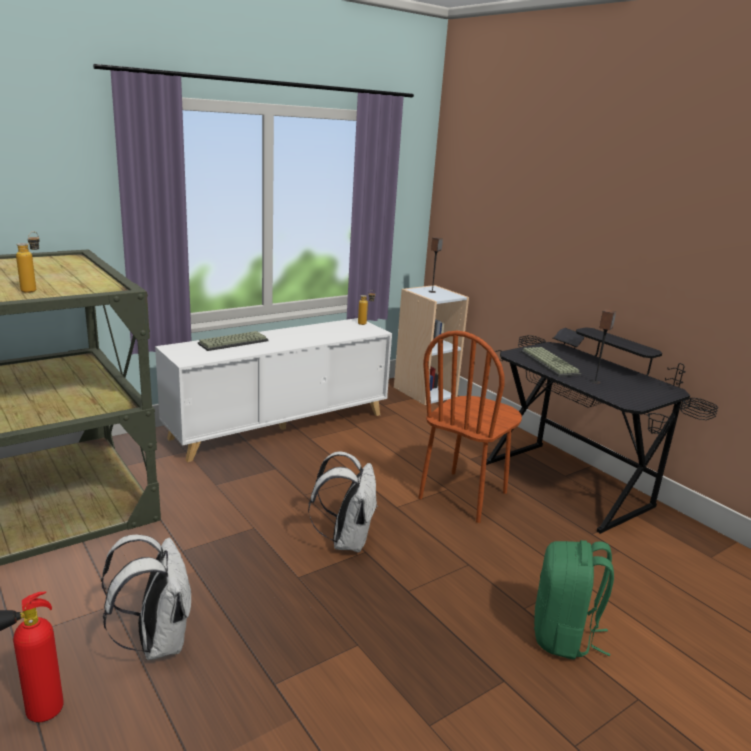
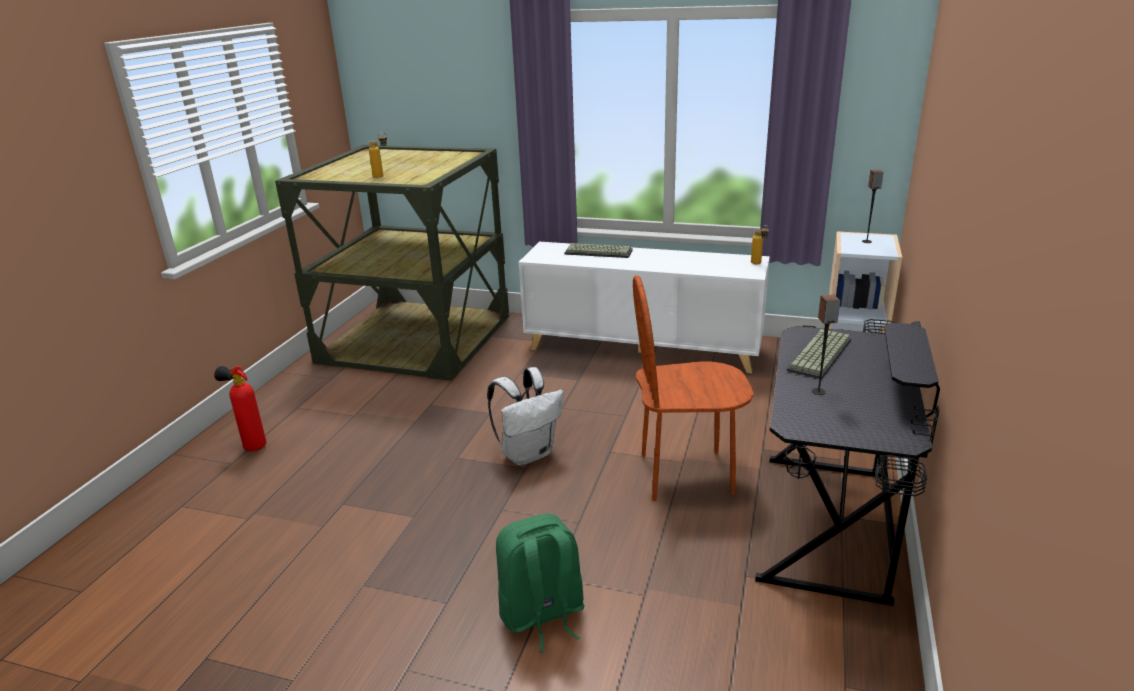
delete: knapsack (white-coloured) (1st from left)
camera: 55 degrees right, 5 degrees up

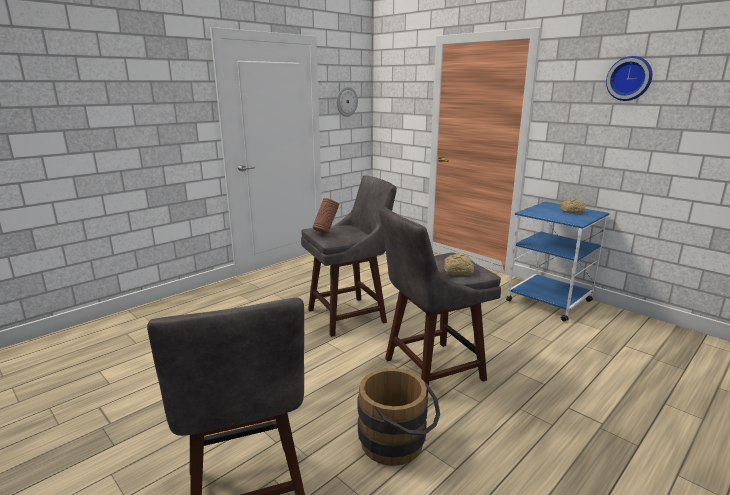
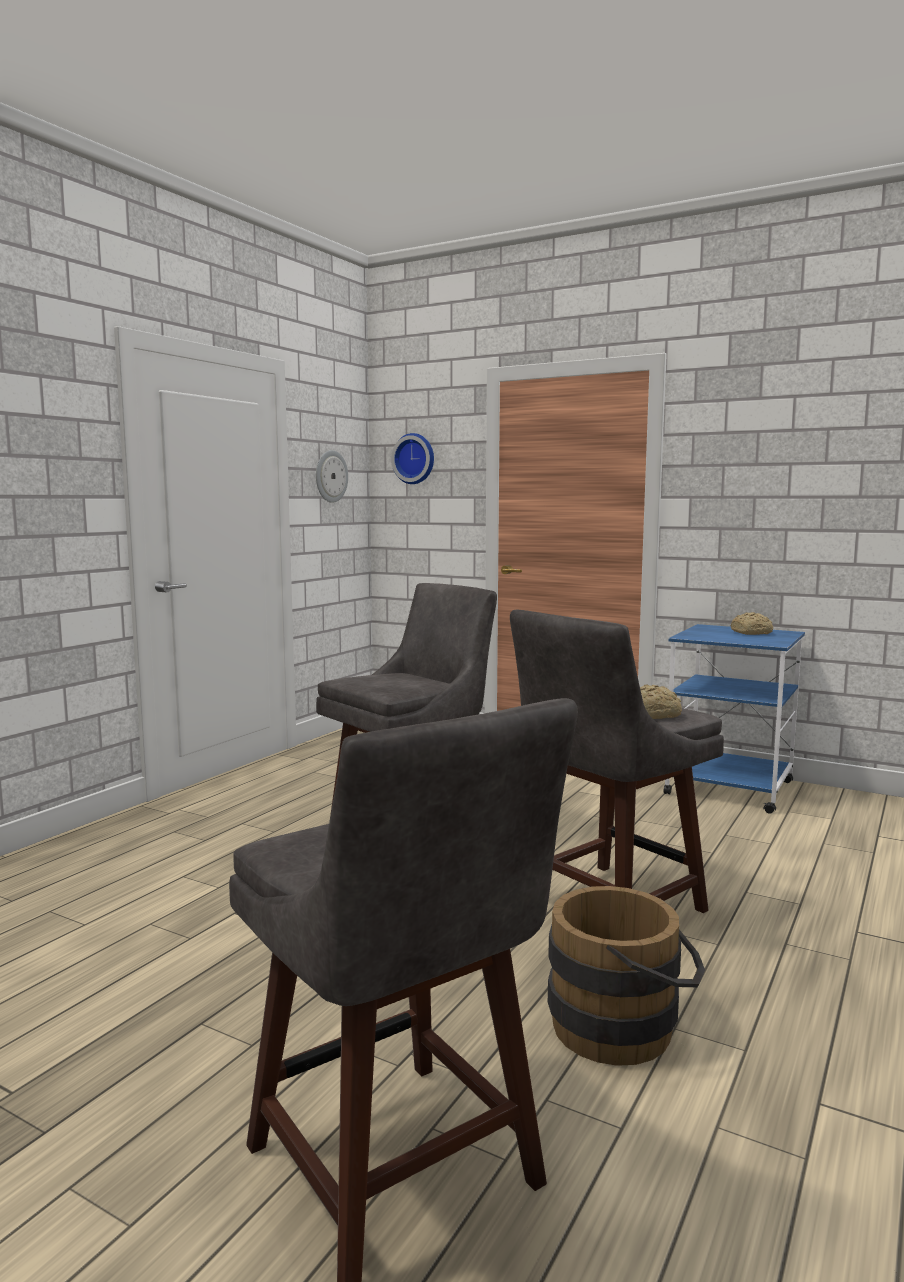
delete: flower vase (brown)
move: wall clock (2nd from left)
camera: 15 degrees left, 10 degrees down

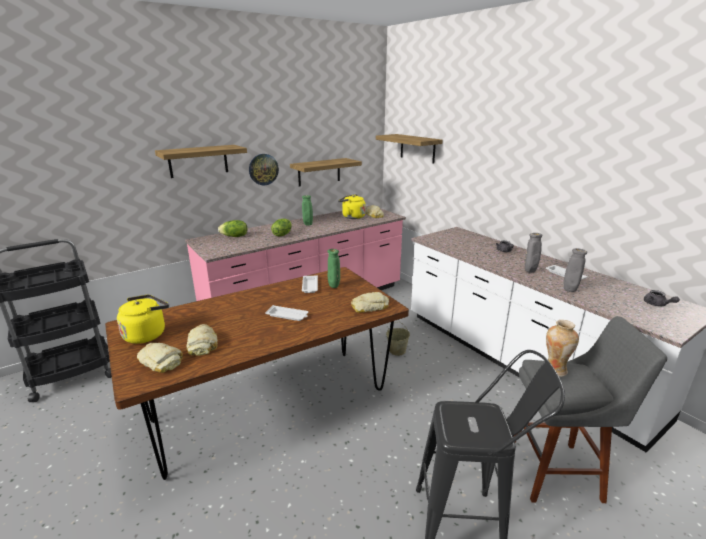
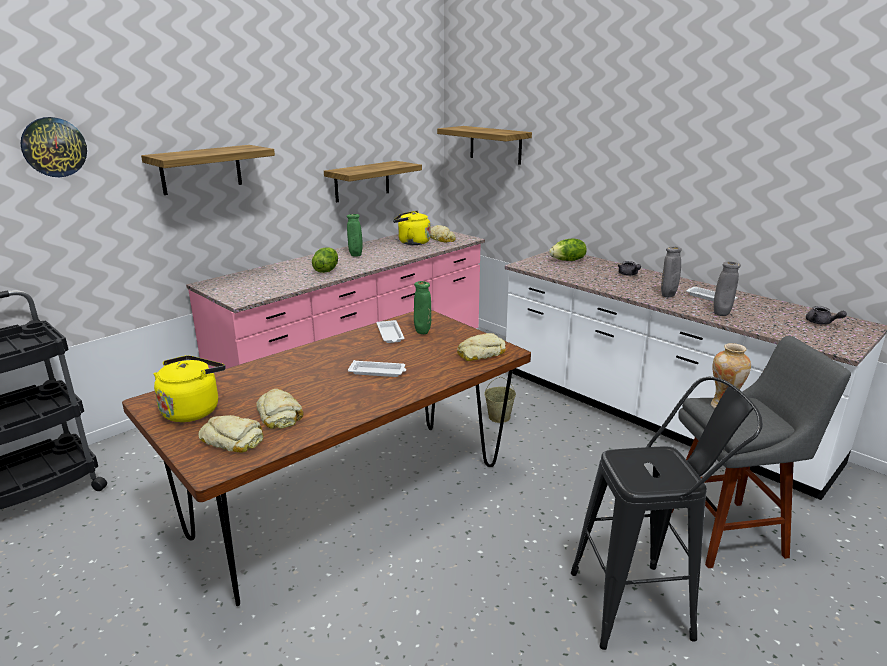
move: lettuce (1st from left in the first image) to lettuce (2nd from left); wall clock
camera: 10 degrees left, 0 degrees up

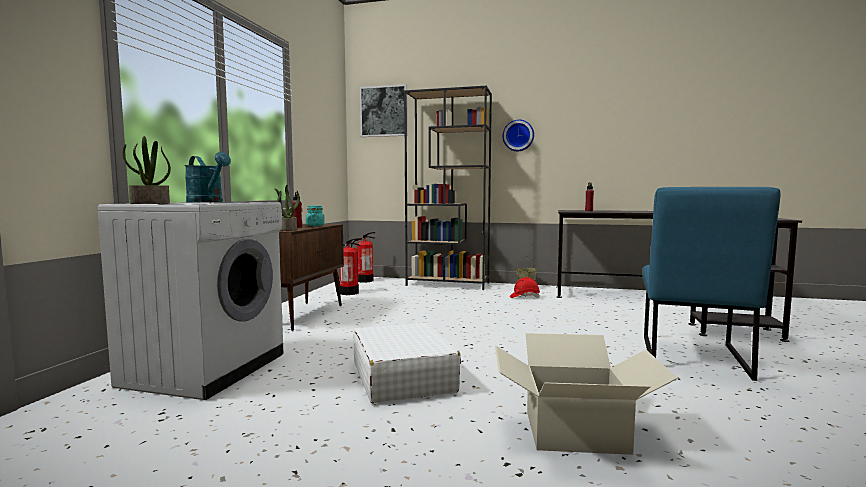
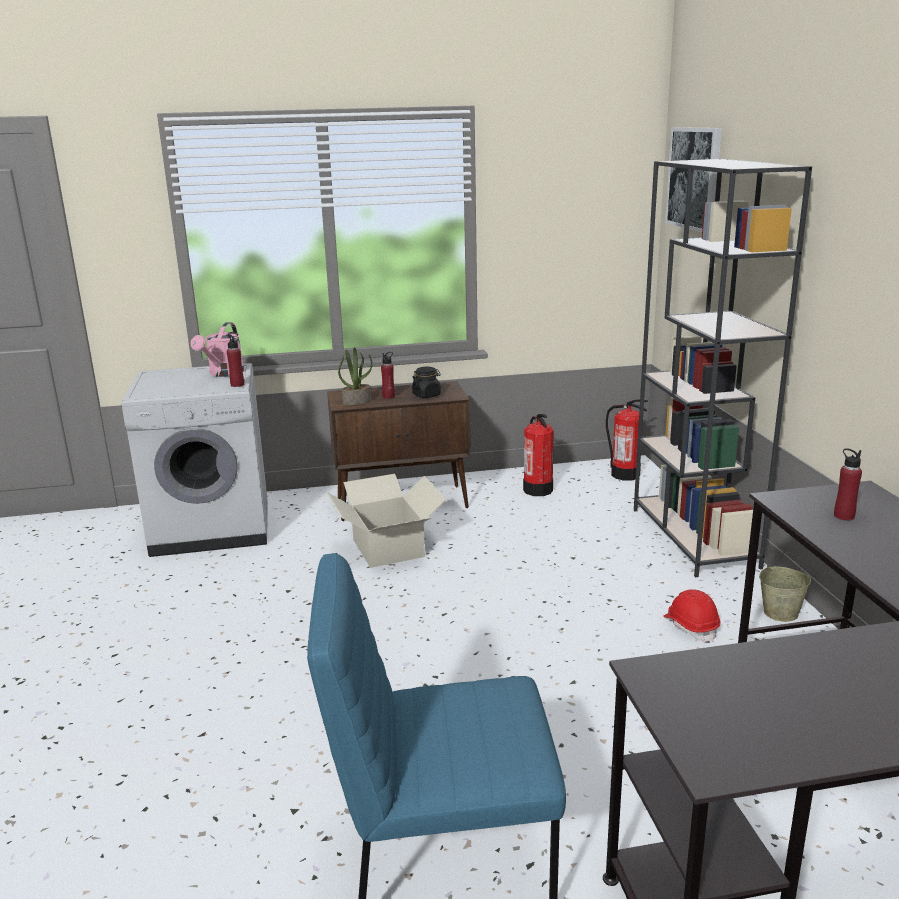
delete: plant in a pot (1st from left); travel case (white-coloured); wall clock
insert: bottle (red-coloured) (1st from left)
move: cardboard box
recolor: watering can (turquoise) to watering can (pinkish); storage jar (turquoise) to storage jar (blackish)
camera: 65 degrees right, 15 degrees up

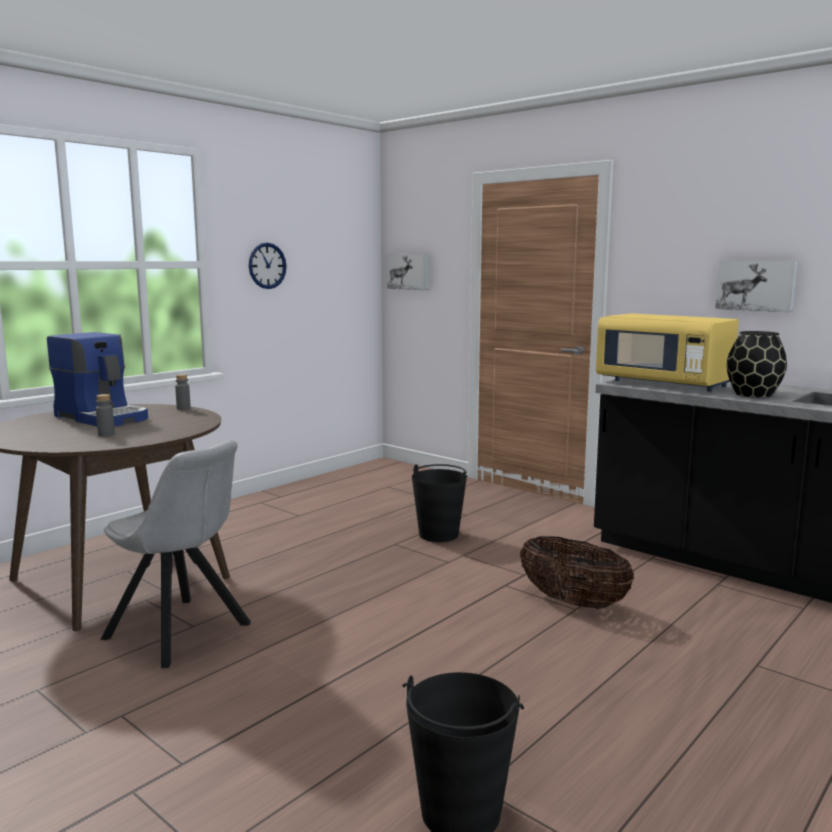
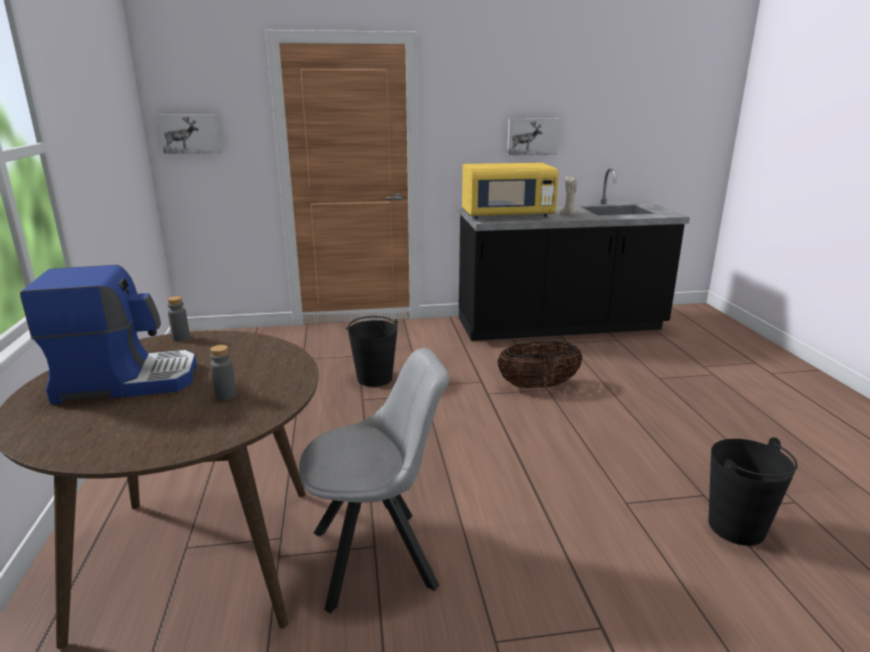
delete: wall clock
replace: flower vase (blackish) to wax light (sand-coloured)
camera: 50 degrees left, 10 degrees up

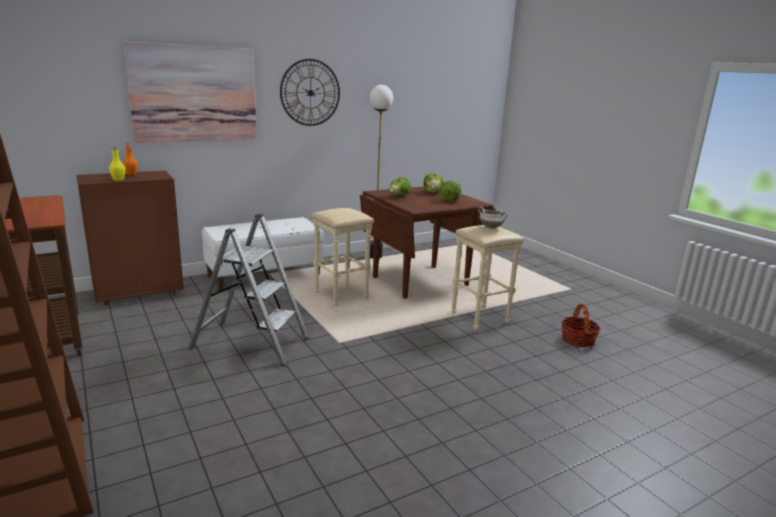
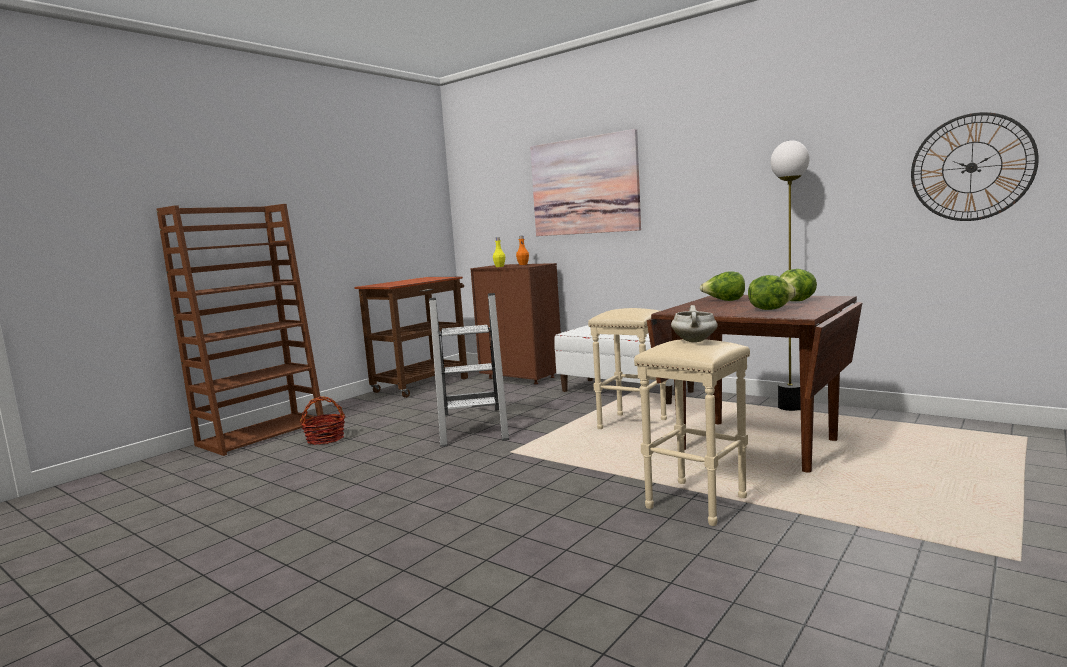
move: wall clock; basket
camera: 70 degrees right, 10 degrees down

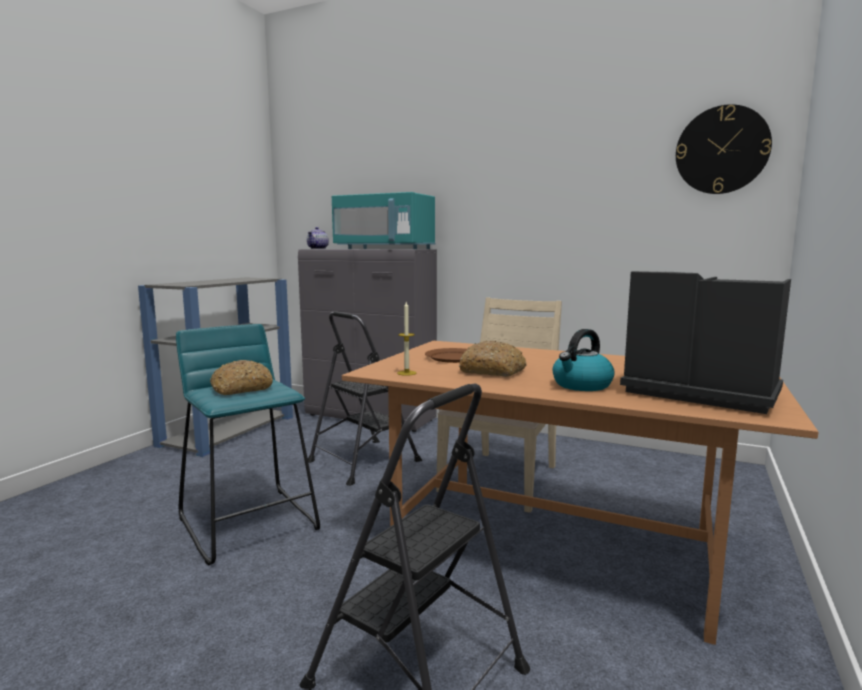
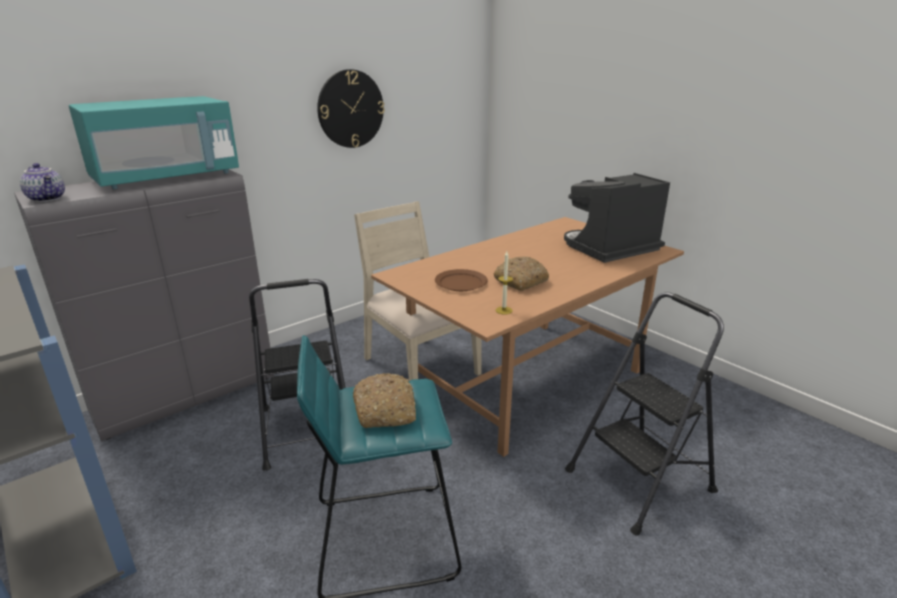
delete: kettle
move: wall clock
camera: 65 degrees left, 15 degrees up

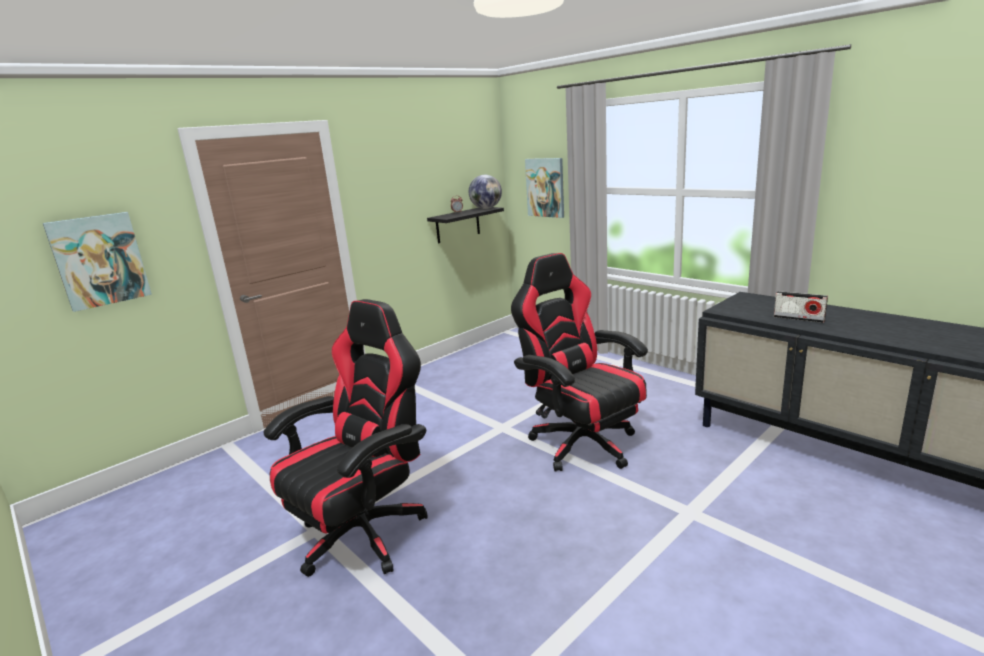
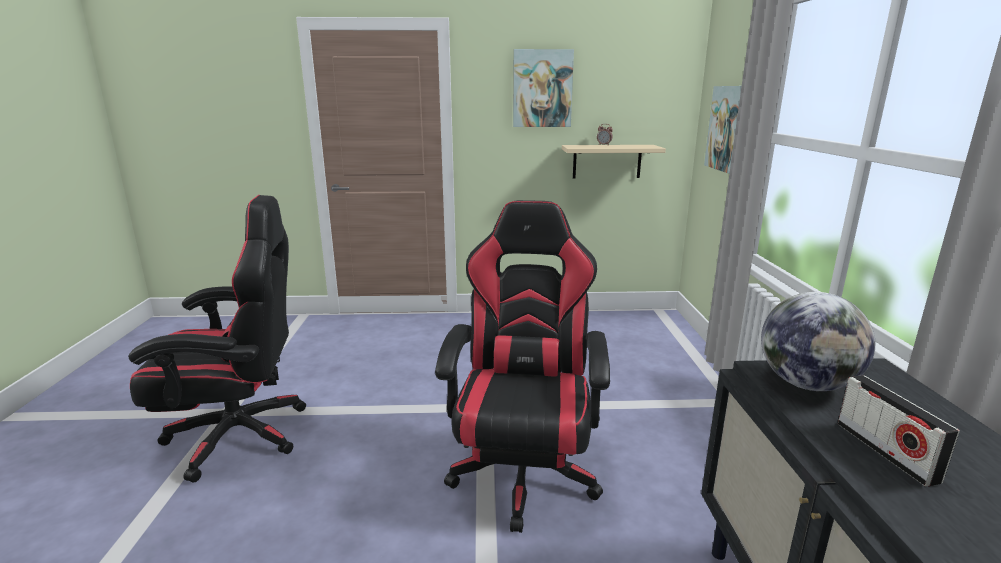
move: wall art (1st from left); world globe
recolor: wall shelf (blackish) to wall shelf (sand-coloured)
camera: 40 degrees right, 0 degrees up

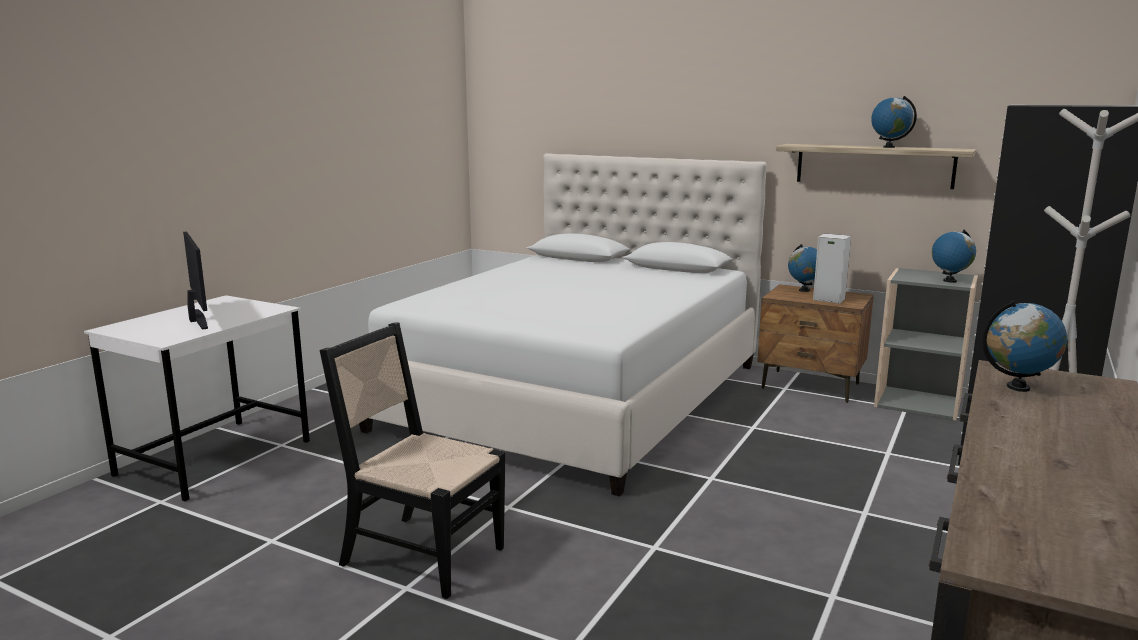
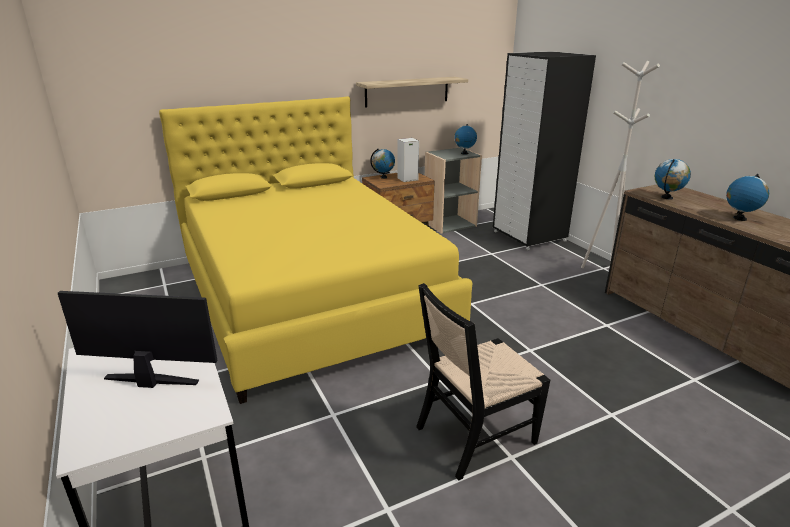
move: world globe (2nd from left in the first image) to world globe (4th from left)
recolor: bed (white-coloured) to bed (yellowish)
camera: 55 degrees left, 10 degrees up

